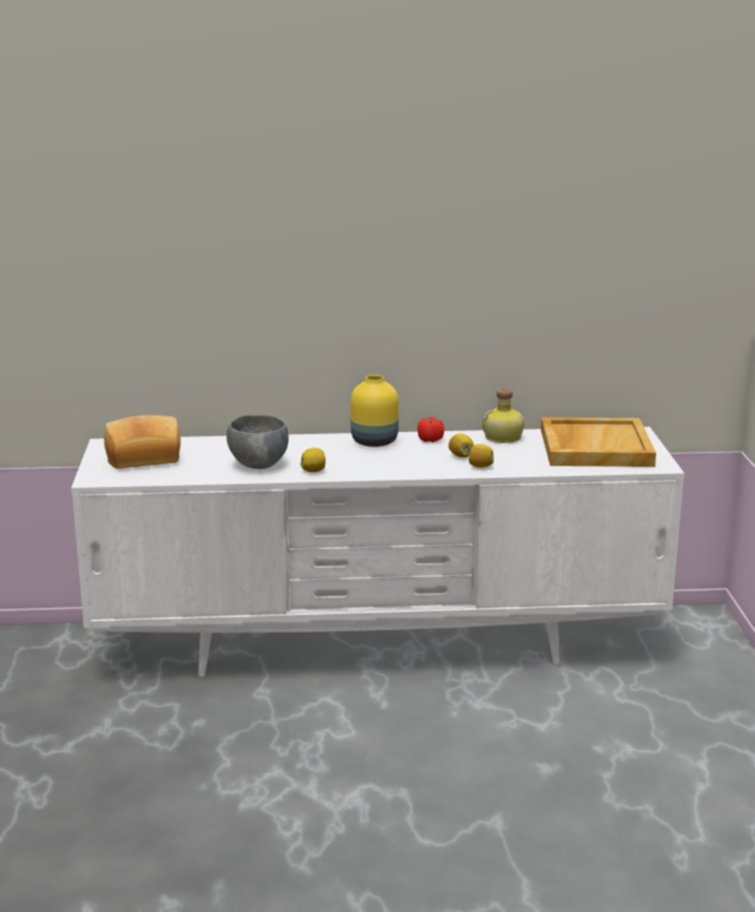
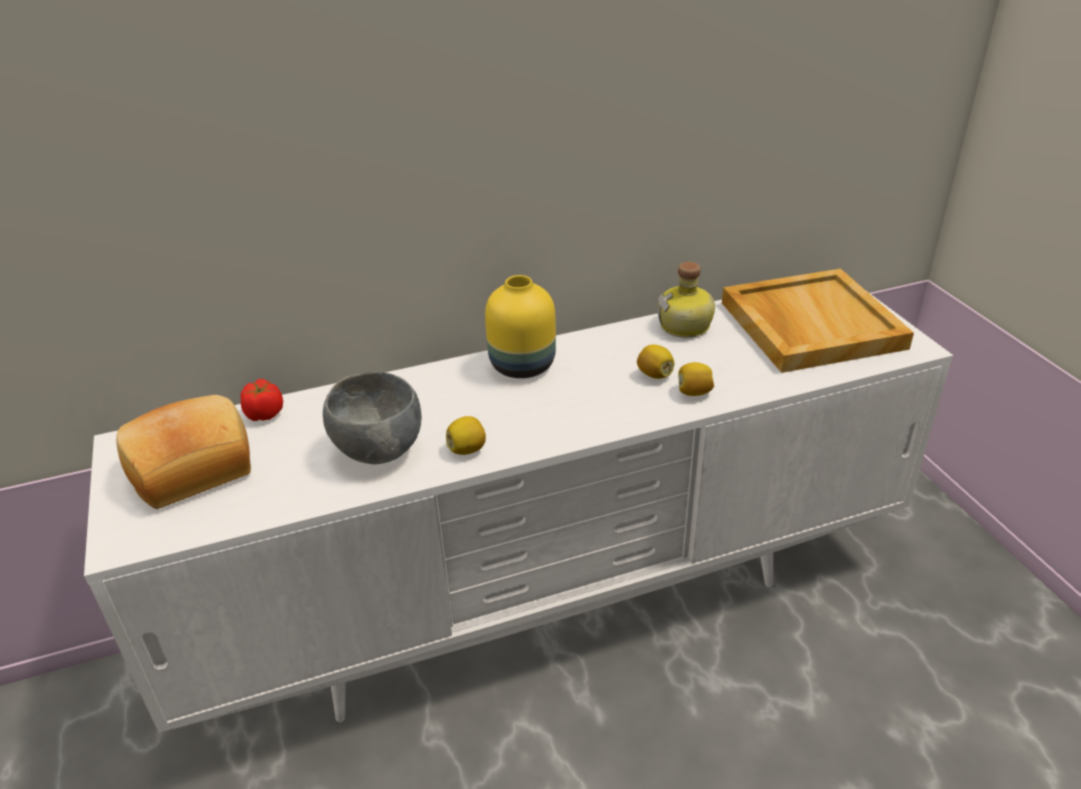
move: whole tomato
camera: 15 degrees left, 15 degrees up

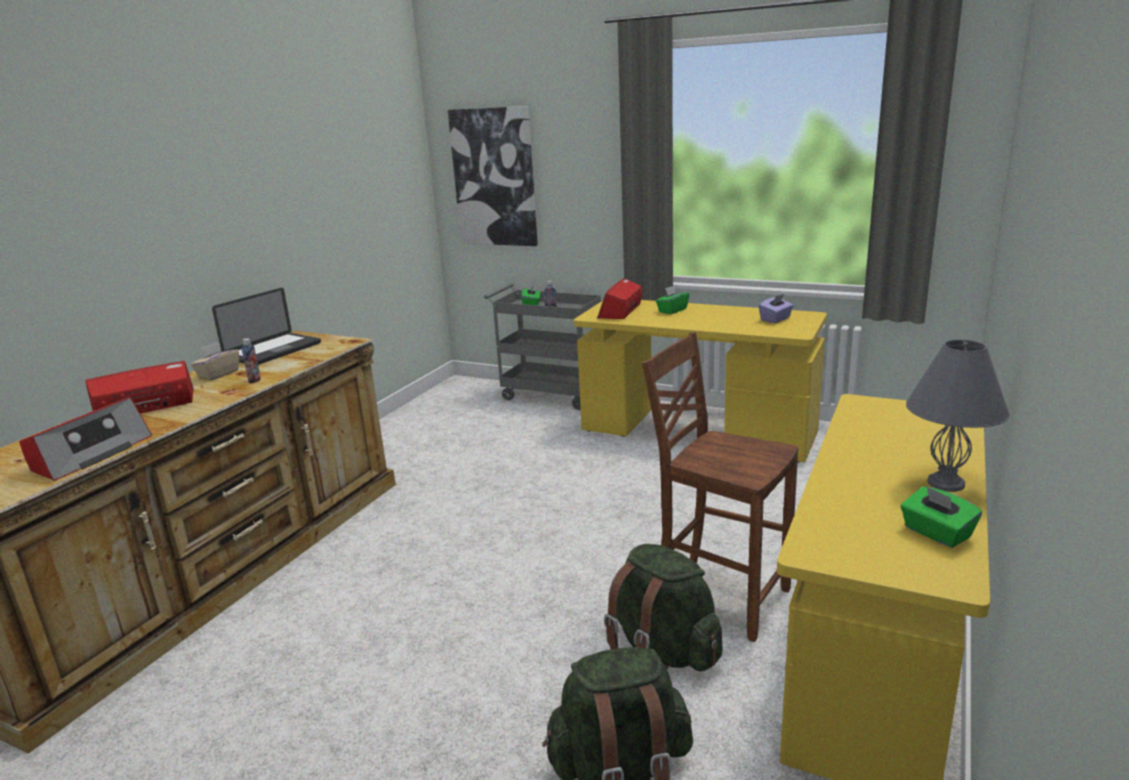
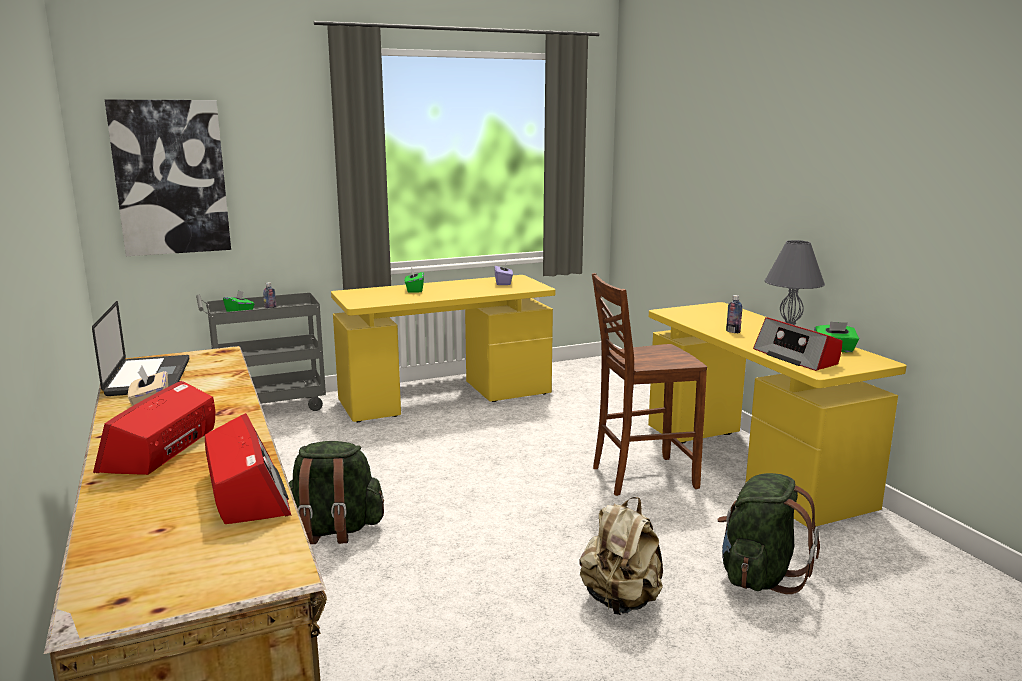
insert: knapsack (sand-coloured)
move: bottle (1st from left in the first image) to bottle (2nd from left); radio (3rd from left); knapsack (greenish) (2nd from left in the first image) to knapsack (greenish) (1st from left)
camera: 50 degrees left, 5 degrees down

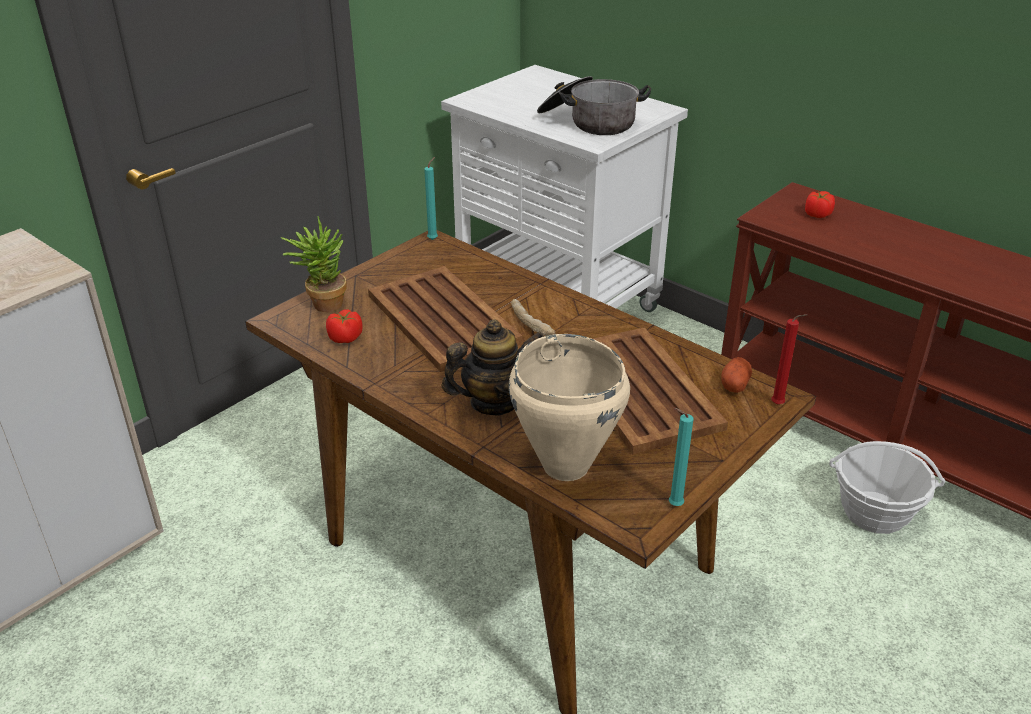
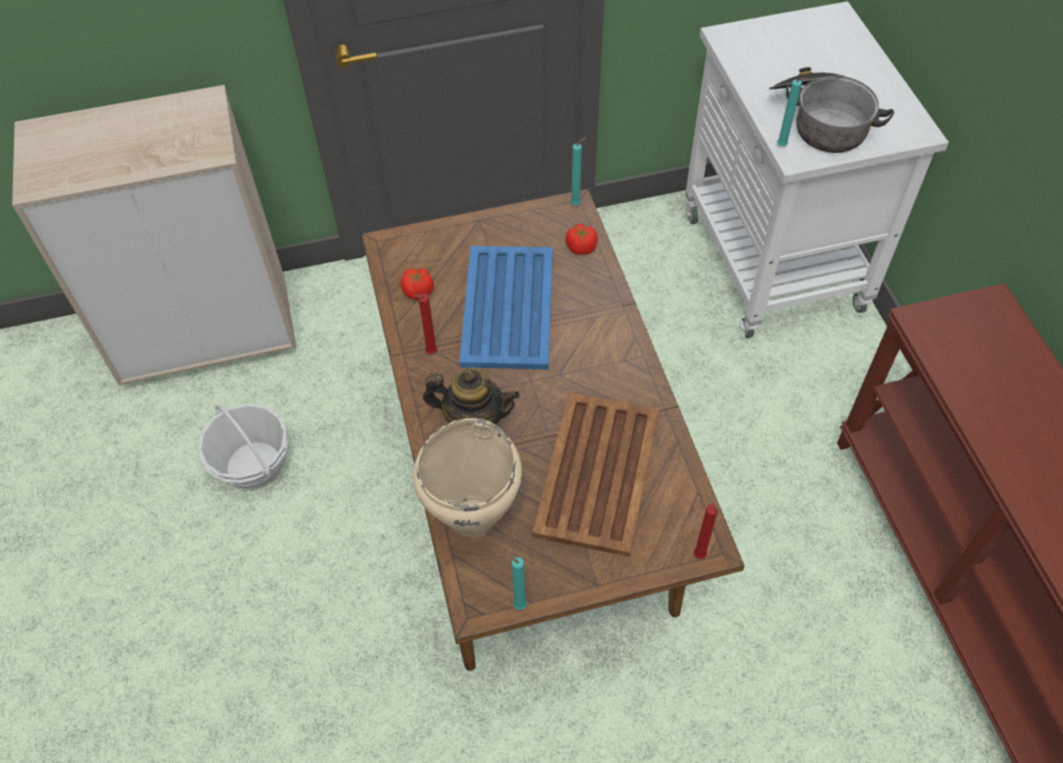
delete: plant in a pot; bread; potato
insert: wax light (red-coloured) (1st from left); wax light (turquoise) (3rd from left)
move: whole tomato (2nd from left); basket
recolor: carrying tray (brown) (1st from left) to carrying tray (blue-coloured)
camera: 35 degrees right, 20 degrees up

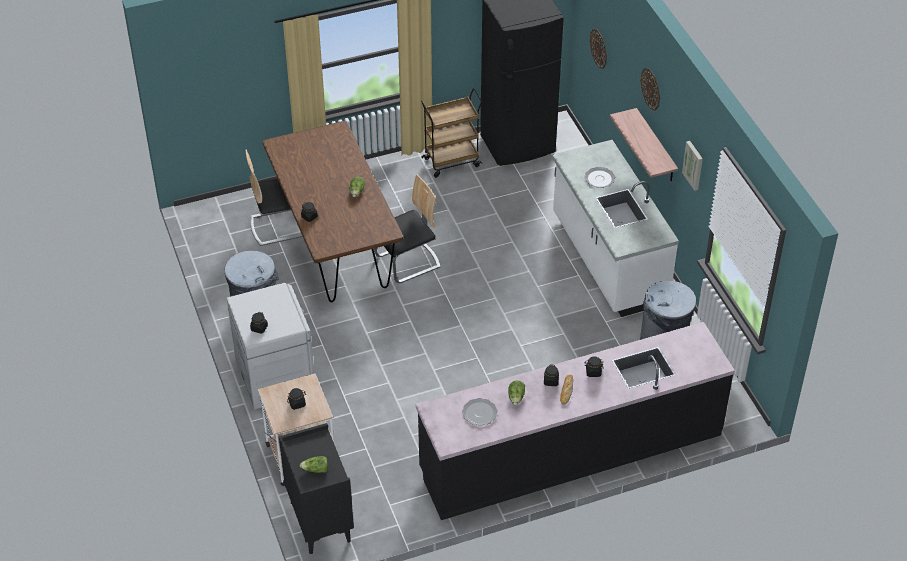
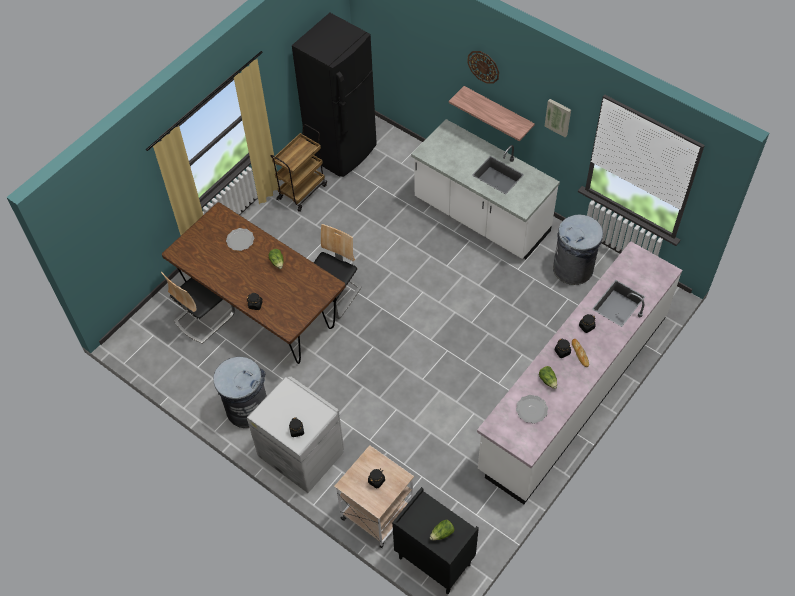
delete: wall clock (1st from left)
move: flat dish (2nd from left in the first image) to flat dish (1st from left)
recolor: counter (blackish) to counter (white-coloured) (2nd from left)
camera: 30 degrees left, 10 degrees up

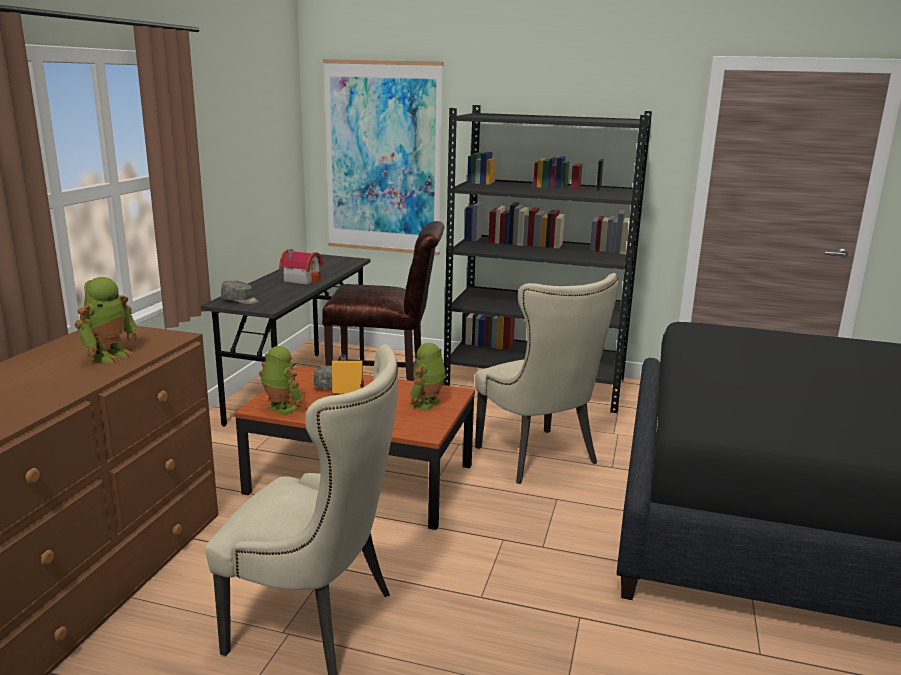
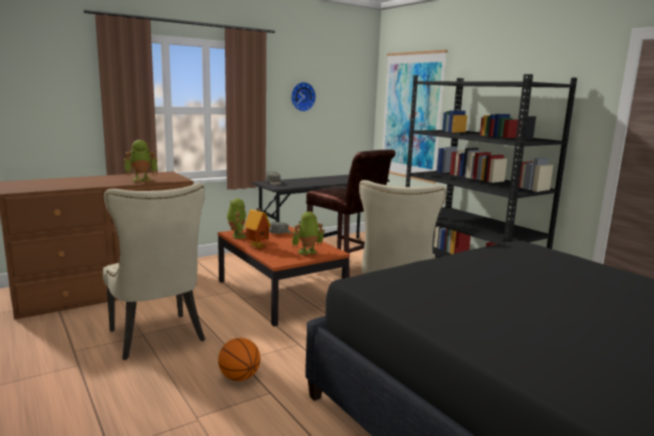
delete: toy house (1st from left)
insert: basketball ball; wall clock
camera: 40 degrees right, 5 degrees down

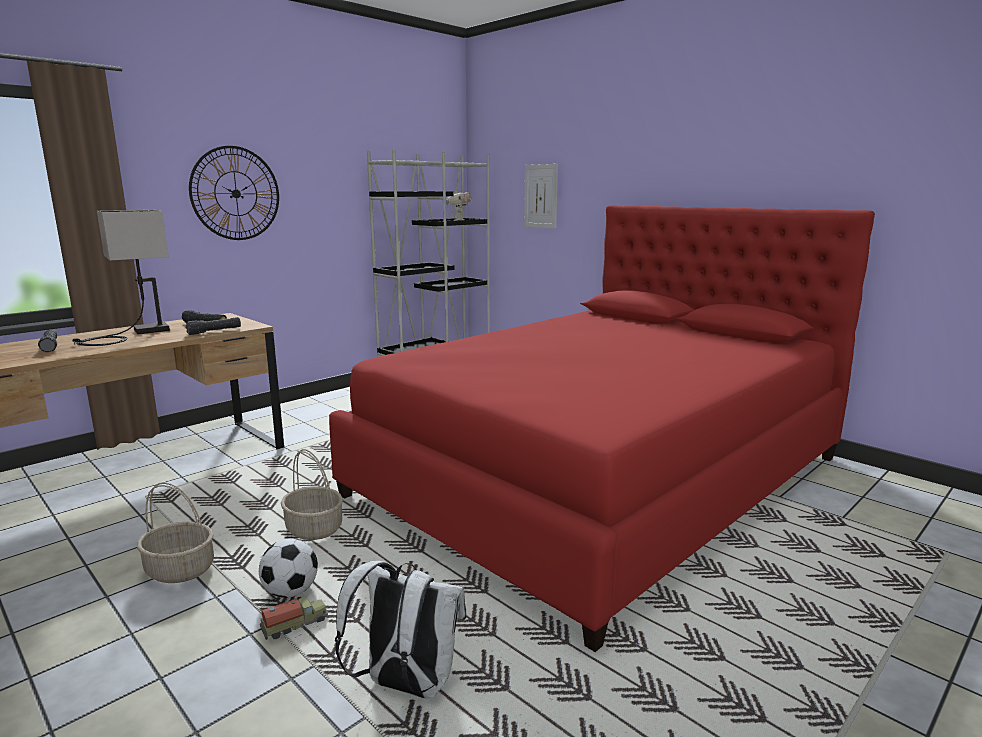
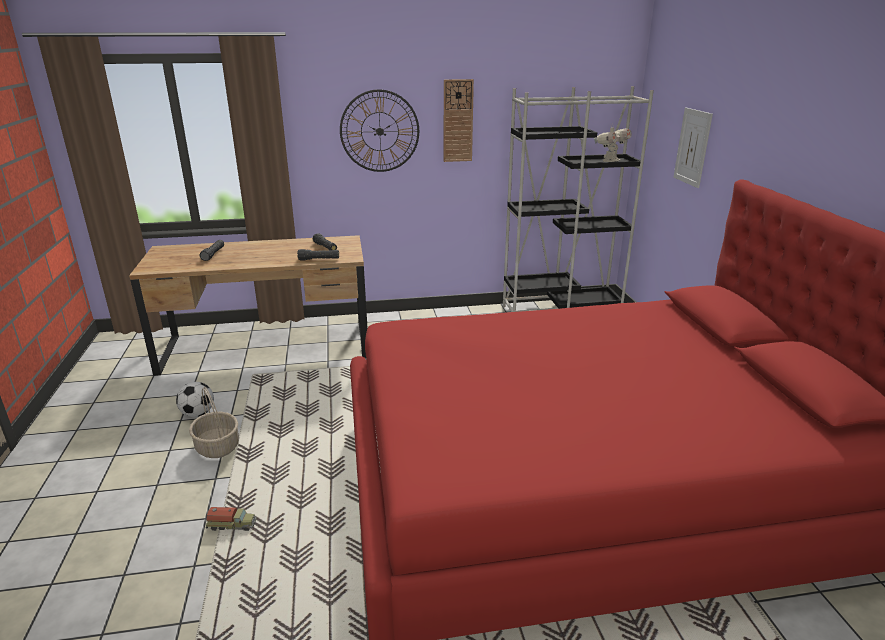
delete: table lamp; basket (2nd from left); knapsack (white-coloured)
insert: wall clock (2nd from left)
move: football ball
camera: 35 degrees right, 10 degrees up

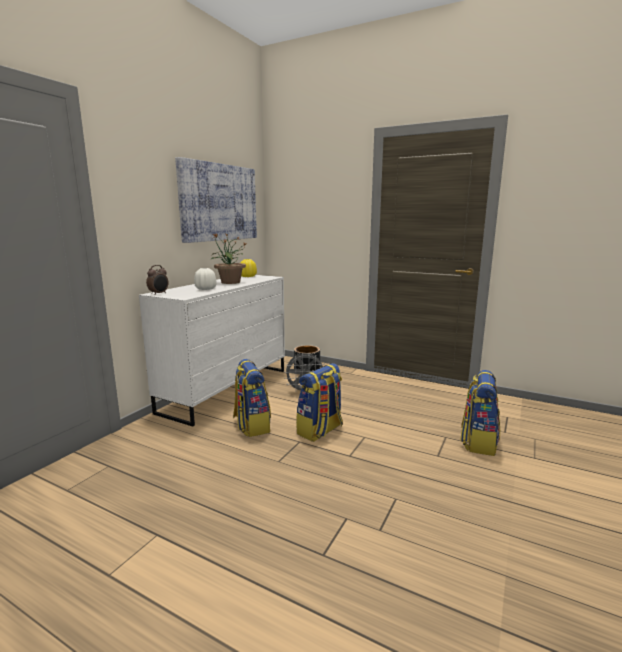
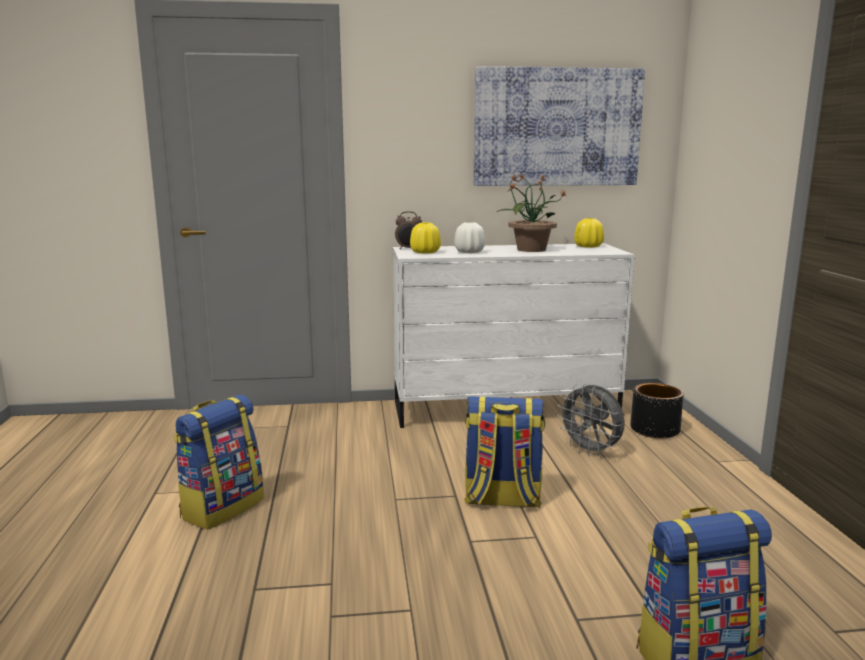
insert: flower vase (yellowish) (1st from left)
move: knapsack (1st from left)
camera: 55 degrees right, 0 degrees up

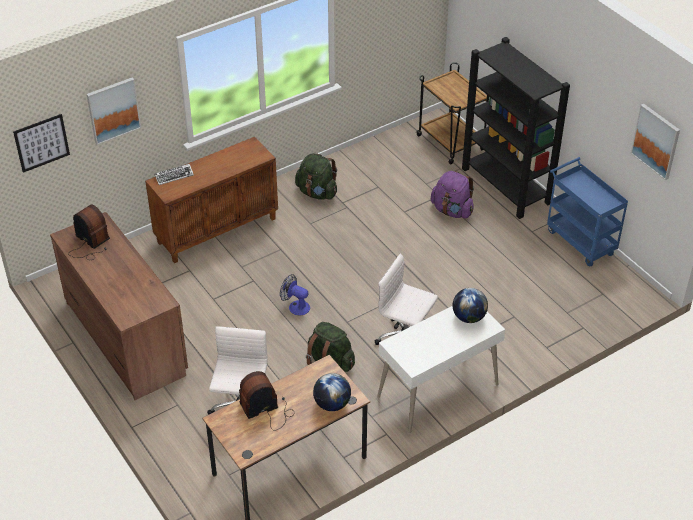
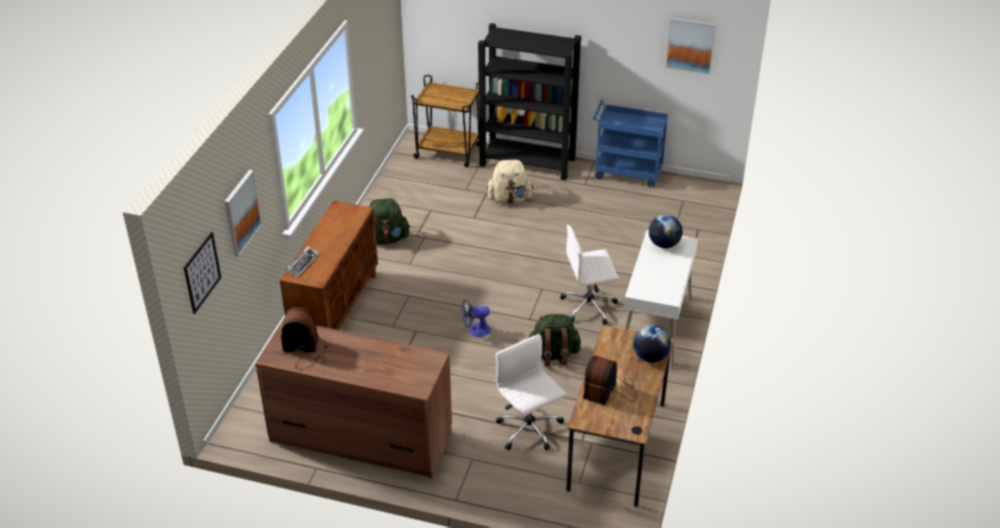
recolor: knapsack (purple) to knapsack (sand-coloured)
camera: 40 degrees left, 5 degrees down

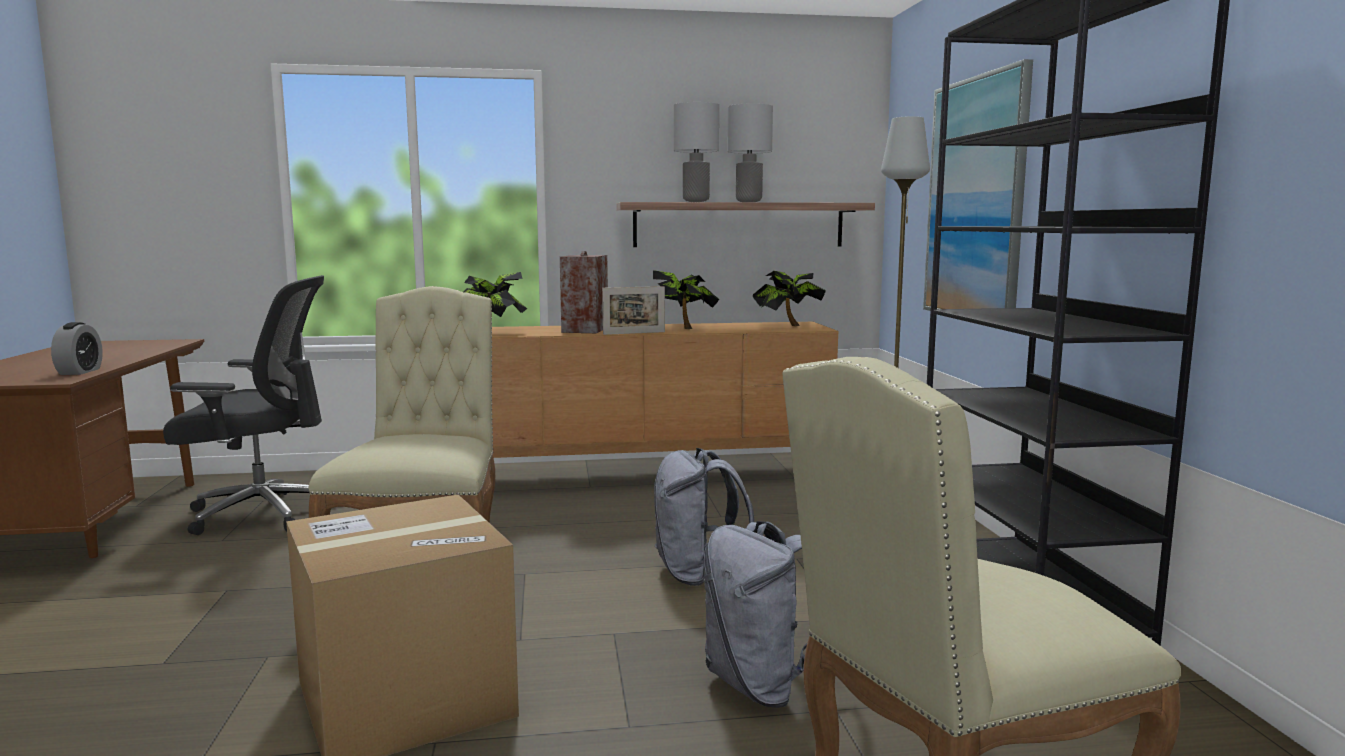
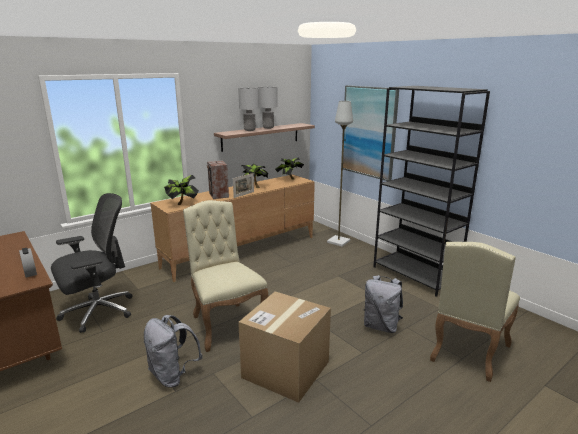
move: knapsack (grey) (1st from left)
camera: 30 degrees left, 10 degrees up

